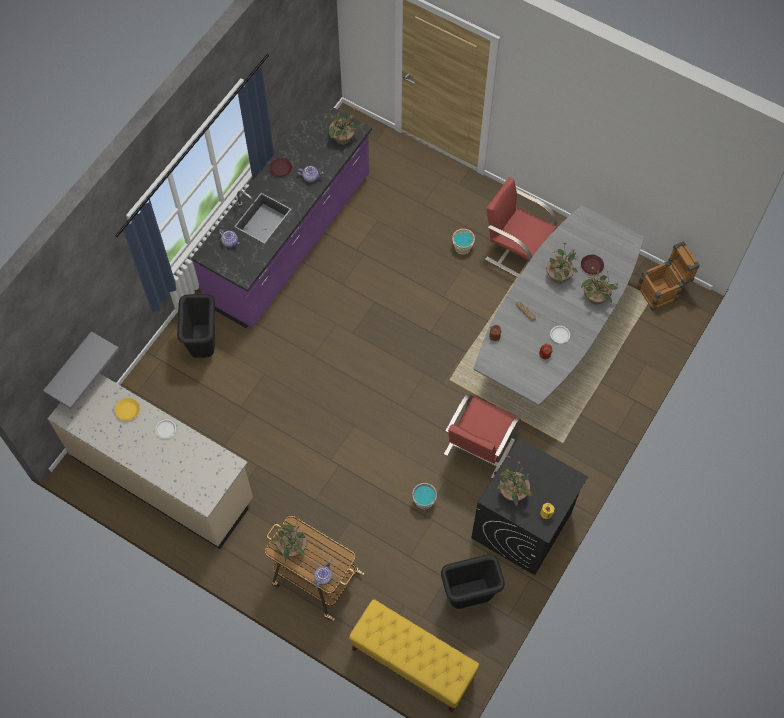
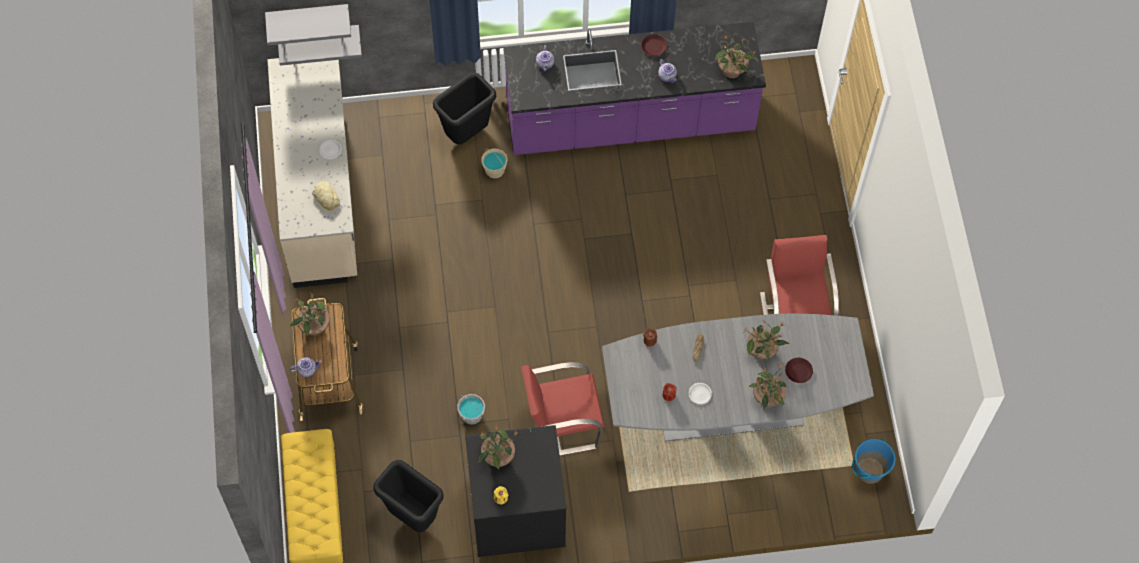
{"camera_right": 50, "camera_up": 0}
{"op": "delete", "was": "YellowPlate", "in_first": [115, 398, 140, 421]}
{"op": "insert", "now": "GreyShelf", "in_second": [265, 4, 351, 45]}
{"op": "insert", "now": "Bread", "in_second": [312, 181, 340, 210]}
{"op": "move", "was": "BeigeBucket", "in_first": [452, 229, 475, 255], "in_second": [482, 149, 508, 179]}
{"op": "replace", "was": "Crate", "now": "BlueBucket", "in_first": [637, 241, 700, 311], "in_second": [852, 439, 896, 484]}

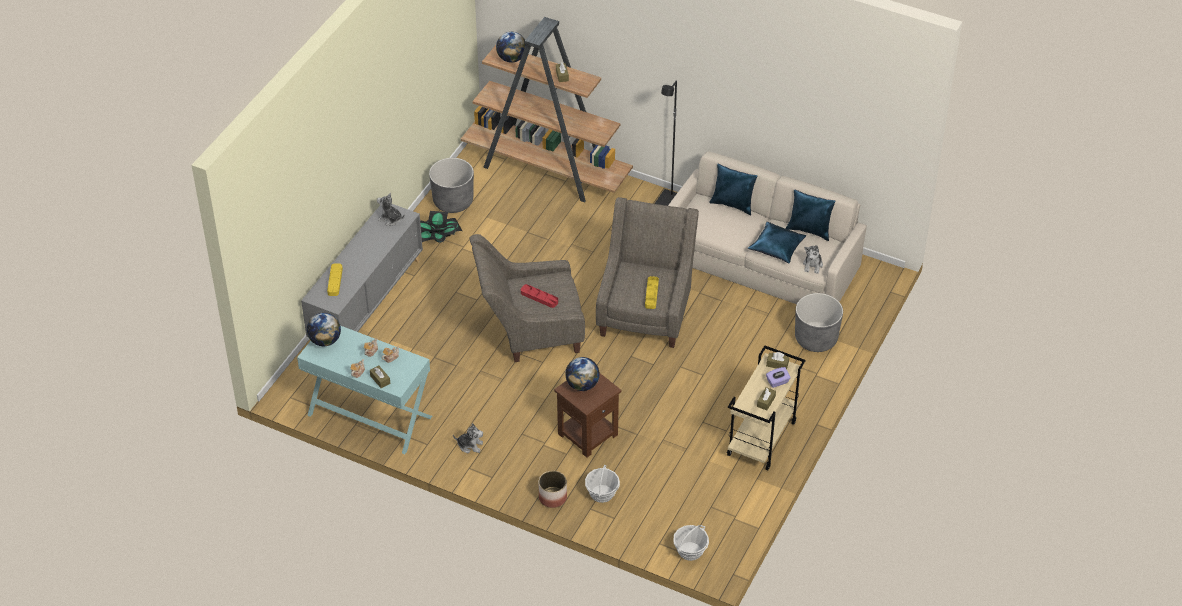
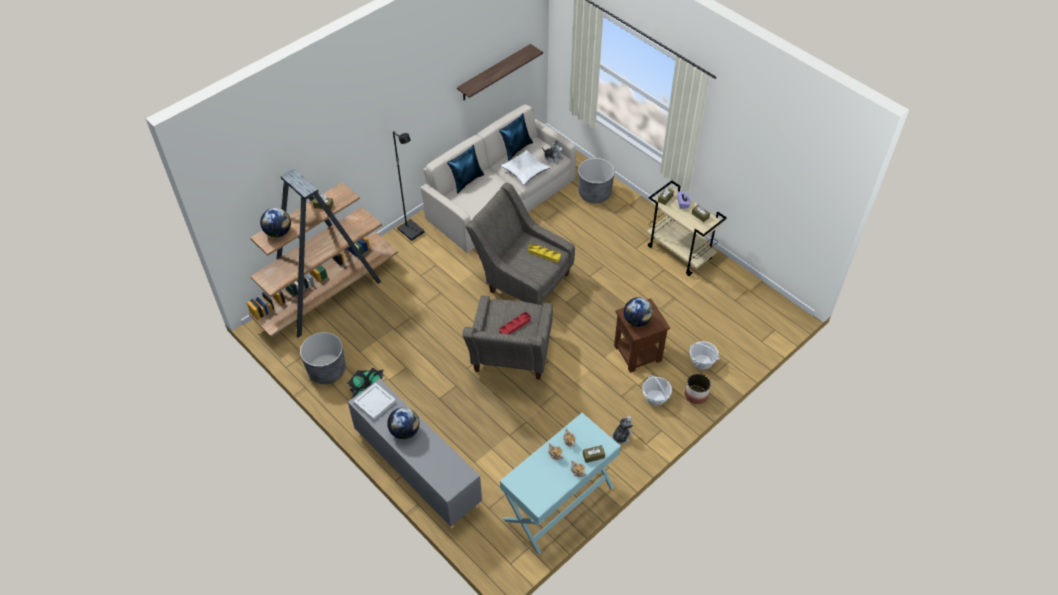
{"camera_right": -70, "camera_up": 5}
{"op": "delete", "was": "YellowTray", "in_first": [327, 263, 343, 296]}
{"op": "insert", "now": "Shelf", "in_second": [457, 44, 543, 100]}
{"op": "move", "was": "Globe", "in_first": [307, 313, 341, 346], "in_second": [387, 407, 420, 439]}
{"op": "move", "was": "Basket", "in_first": [673, 525, 709, 561], "in_second": [642, 375, 672, 406]}
{"op": "replace", "was": "PlushToy", "now": "WhiteTray", "in_first": [377, 192, 405, 226], "in_second": [353, 383, 396, 420]}
{"op": "recolor", "was": "BluePillow", "now": "WhitePillow", "in_first": [748, 222, 806, 264], "in_second": [501, 150, 551, 185]}

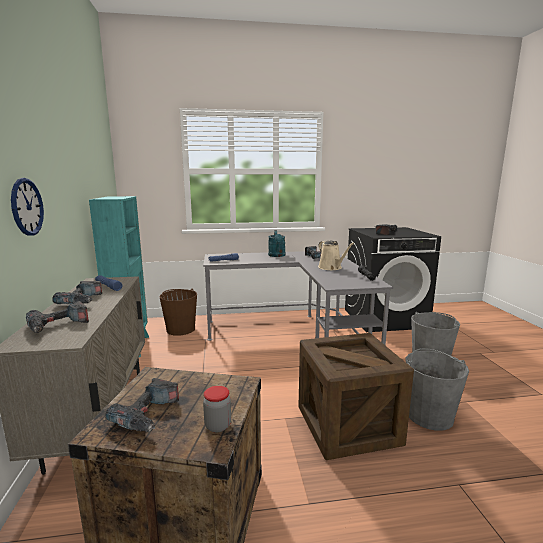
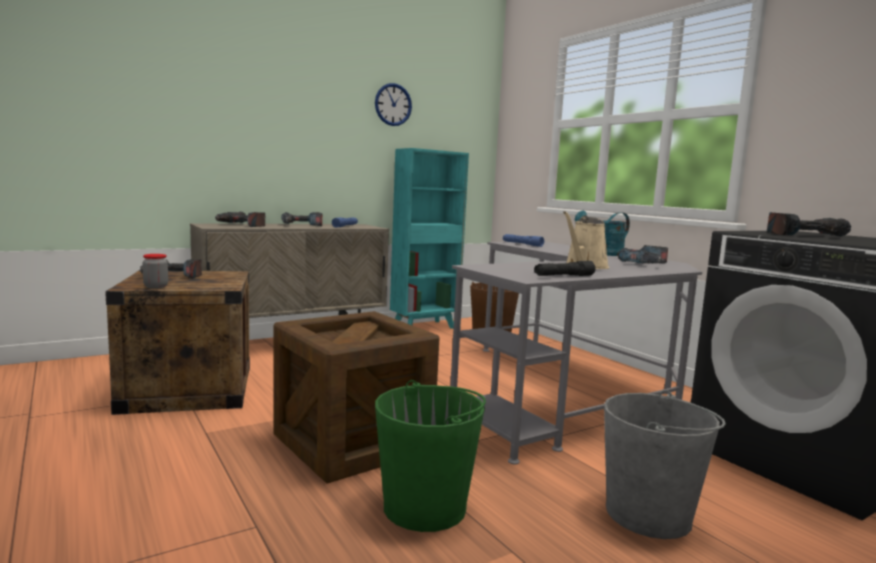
{"camera_right": 65, "camera_up": -5}
{"op": "move", "was": "WallClock", "in_first": [11, 178, 44, 236], "in_second": [375, 83, 412, 126]}
{"op": "recolor", "was": "GreyBucket", "now": "GreenBucket", "in_first": [406, 348, 469, 431], "in_second": [375, 380, 486, 532]}

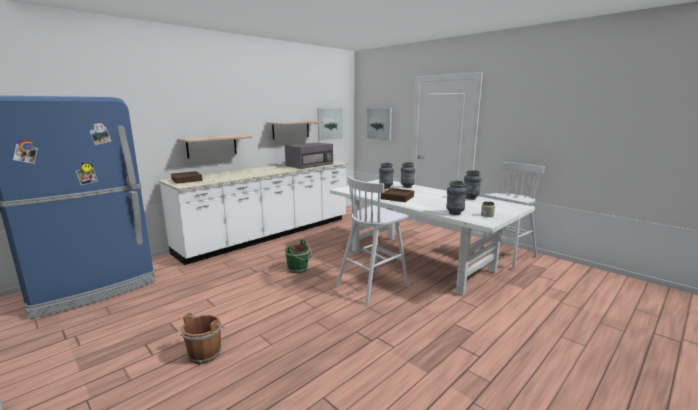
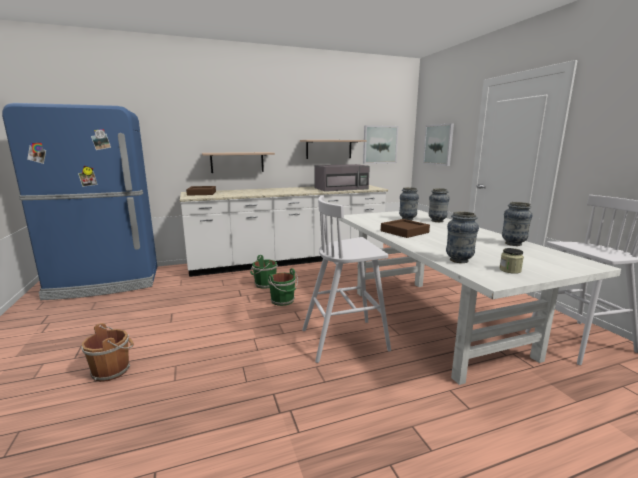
{"camera_right": 25, "camera_up": 0}
{"op": "insert", "now": "GreenBucket", "in_second": [250, 255, 278, 289]}

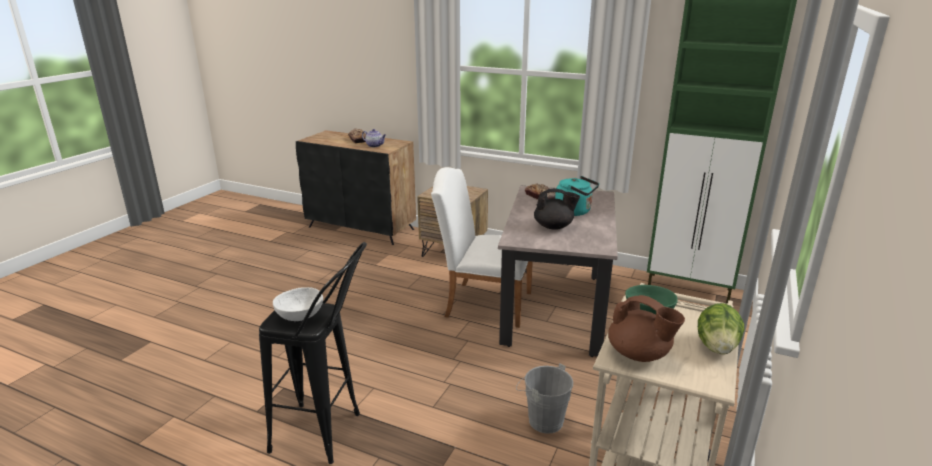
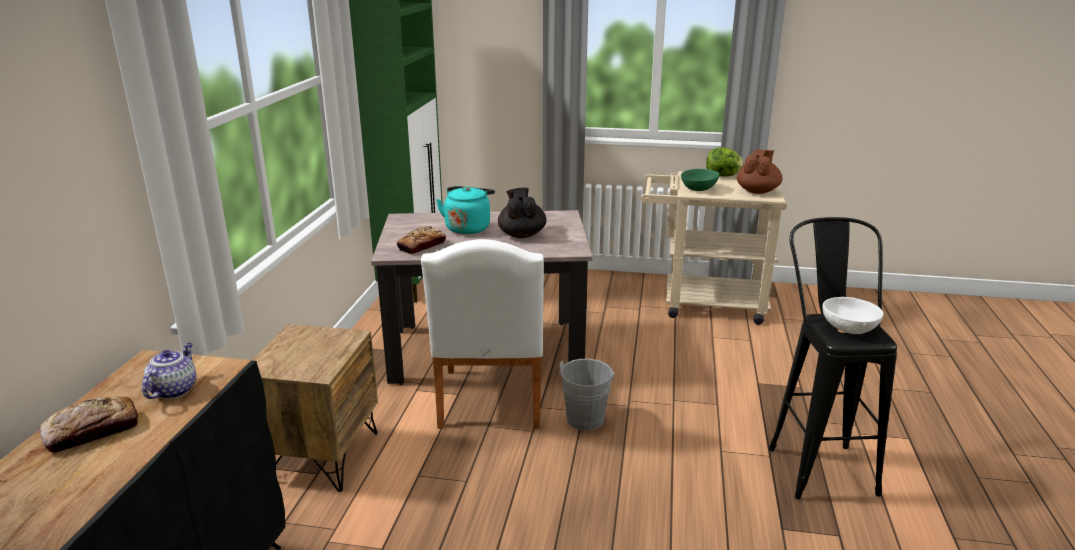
{"camera_right": -105, "camera_up": 0}
{"op": "move", "was": "GreyBucket", "in_first": [516, 363, 573, 434], "in_second": [555, 359, 615, 430]}

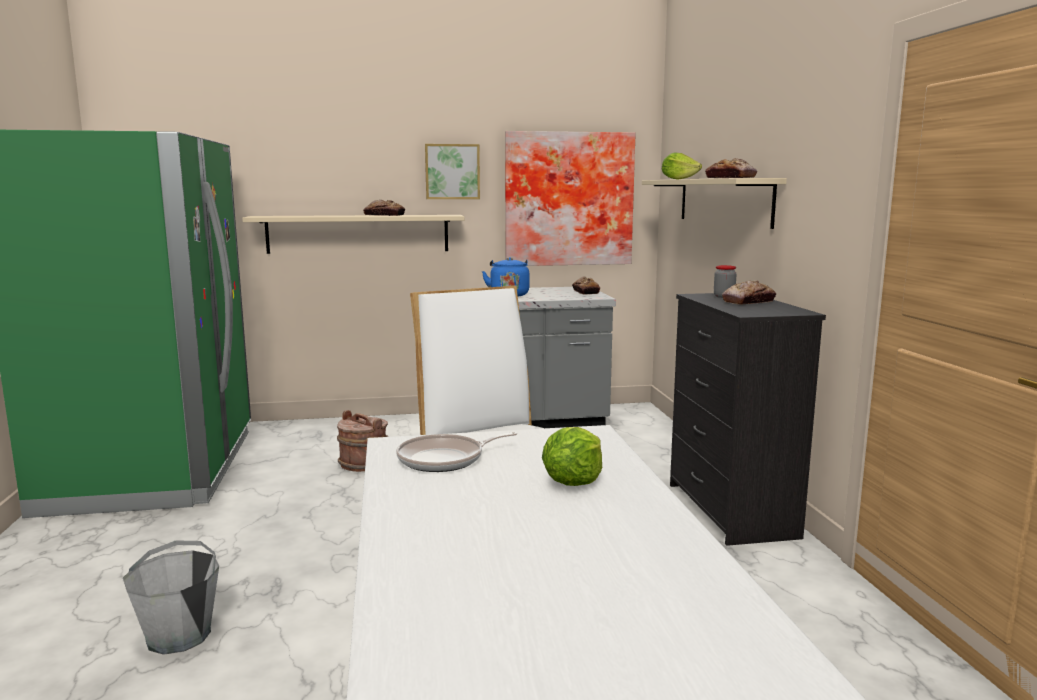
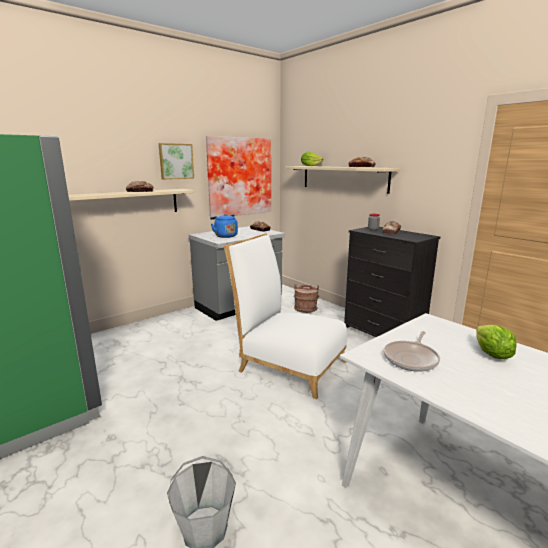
{"camera_right": -30, "camera_up": 5}
{"op": "move", "was": "BrownBucket", "in_first": [337, 410, 388, 472], "in_second": [294, 284, 319, 313]}

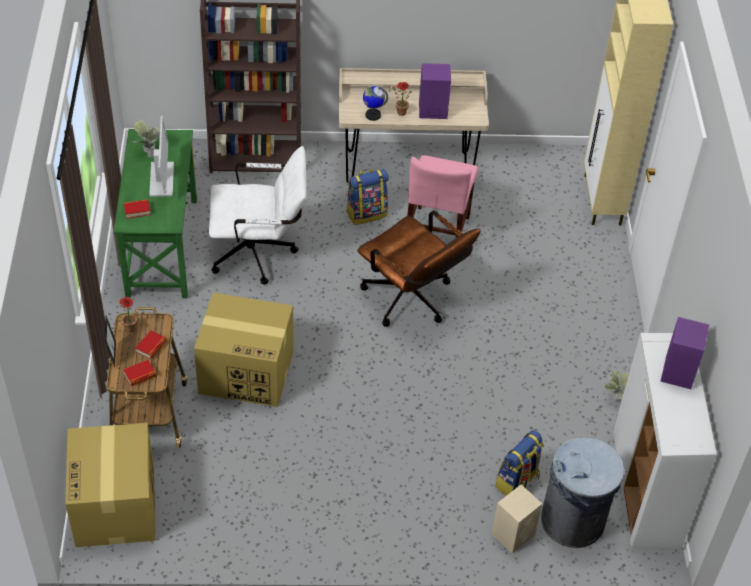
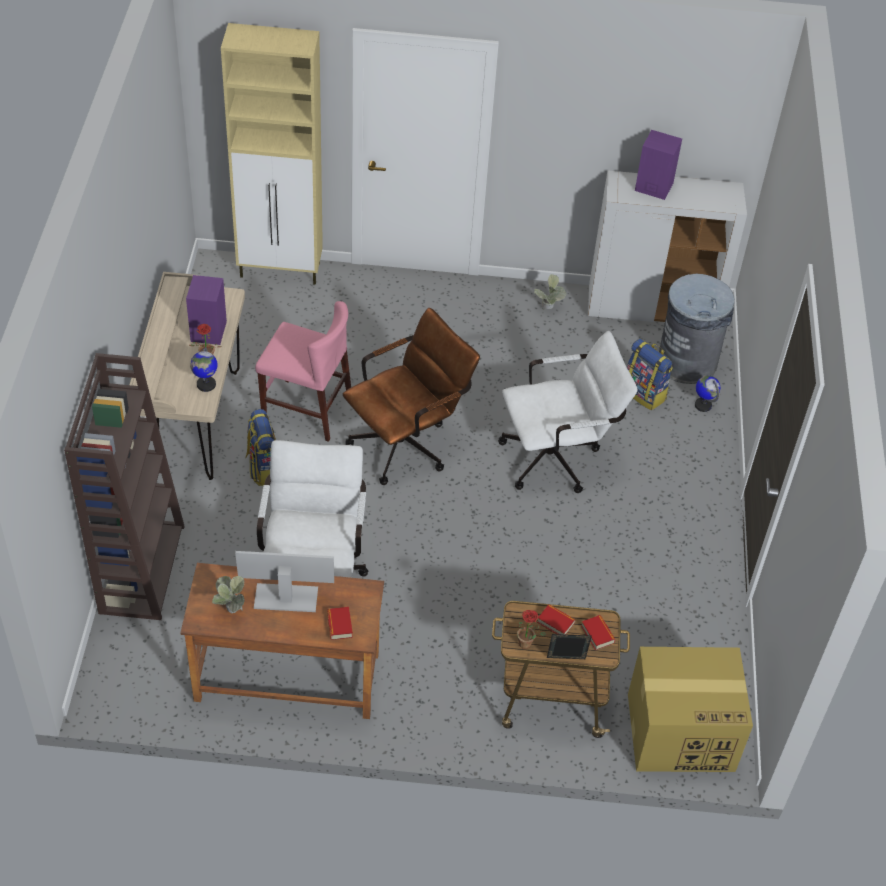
{"camera_right": -85, "camera_up": 0}
{"op": "delete", "was": "CardboardBox", "in_first": [194, 293, 294, 407]}
{"op": "insert", "now": "WhiteOfficeChair", "in_second": [498, 331, 638, 493]}
{"op": "replace", "was": "BeigeSpeaker", "now": "Globe", "in_first": [492, 485, 542, 554], "in_second": [695, 375, 720, 412]}
{"op": "recolor", "was": "GreenDesk", "now": "BrownDesk", "in_first": [113, 129, 197, 298], "in_second": [180, 563, 384, 719]}

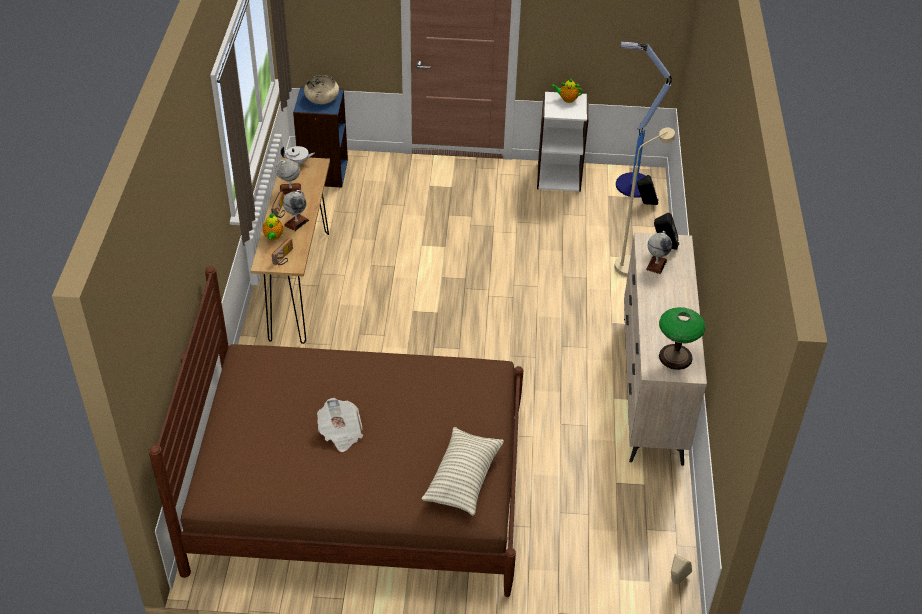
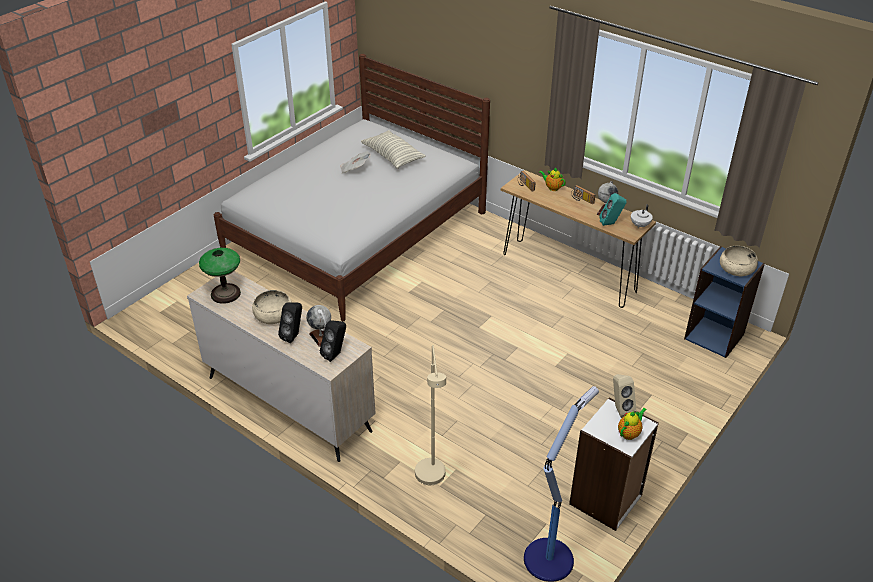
{"camera_right": 125, "camera_up": -5}
{"op": "delete", "was": "Globe", "in_first": [283, 190, 309, 231]}
{"op": "insert", "now": "BeigeBowl", "in_second": [252, 290, 292, 324]}
{"op": "insert", "now": "TurquoiseSpeaker", "in_second": [600, 193, 627, 226]}
{"op": "move", "was": "Pillow", "in_first": [422, 427, 504, 516], "in_second": [361, 130, 426, 169]}
{"op": "move", "was": "BlackSpeaker", "in_first": [637, 175, 658, 205], "in_second": [278, 303, 302, 343]}
{"op": "move", "was": "BeigeSpeaker", "in_first": [671, 554, 692, 584], "in_second": [613, 374, 636, 418]}
{"op": "recolor", "was": "BrownBed", "now": "WhiteBed", "in_first": [148, 266, 523, 597], "in_second": [214, 54, 490, 321]}

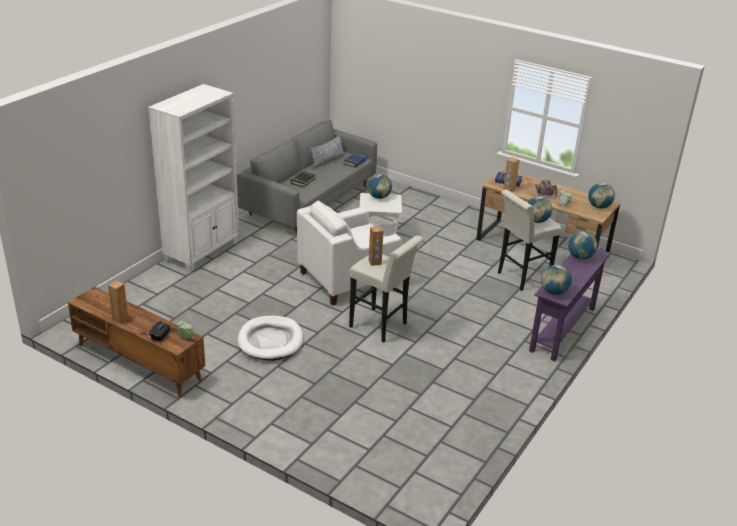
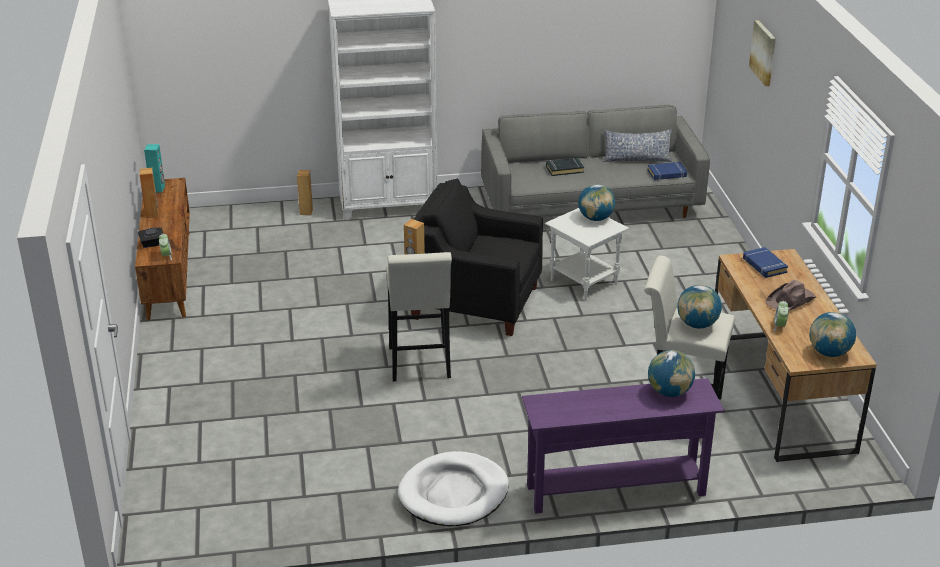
{"camera_right": 50, "camera_up": 0}
{"op": "delete", "was": "Globe", "in_first": [541, 265, 572, 295]}
{"op": "insert", "now": "TurquoiseSpeaker", "in_second": [144, 144, 165, 193]}
{"op": "insert", "now": "Picture", "in_second": [749, 20, 776, 86]}
{"op": "move", "was": "WhiteDogBed", "in_first": [238, 316, 303, 361], "in_second": [398, 451, 509, 526]}
{"op": "move", "was": "BrownSpeaker", "in_first": [503, 157, 520, 192], "in_second": [297, 170, 313, 215]}
{"op": "recolor", "was": "WhiteArmchair", "now": "BlackArmchair", "in_first": [297, 201, 402, 306], "in_second": [411, 179, 543, 336]}

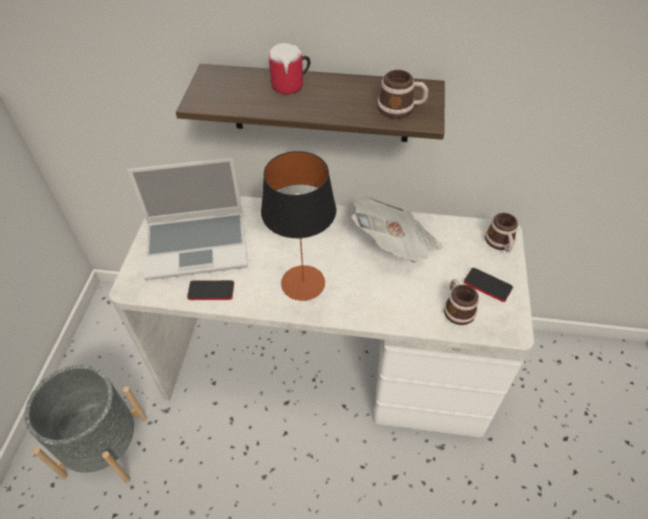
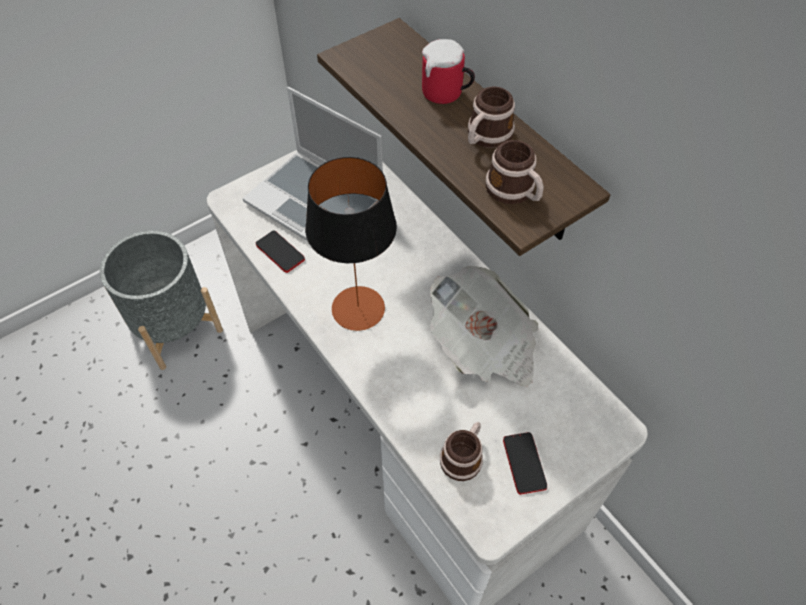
{"camera_right": 45, "camera_up": 5}
{"op": "move", "was": "Mug", "in_first": [485, 213, 518, 252], "in_second": [468, 86, 515, 148]}

